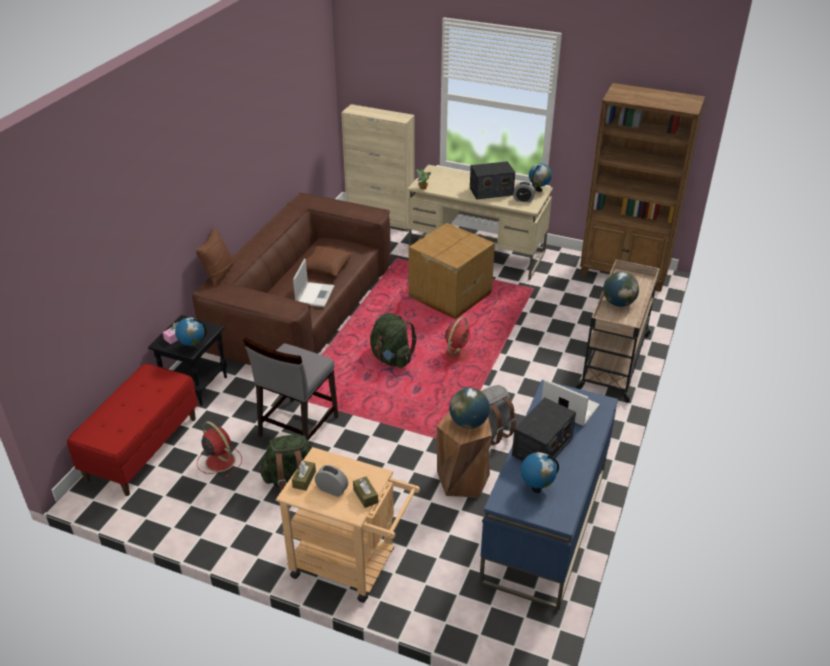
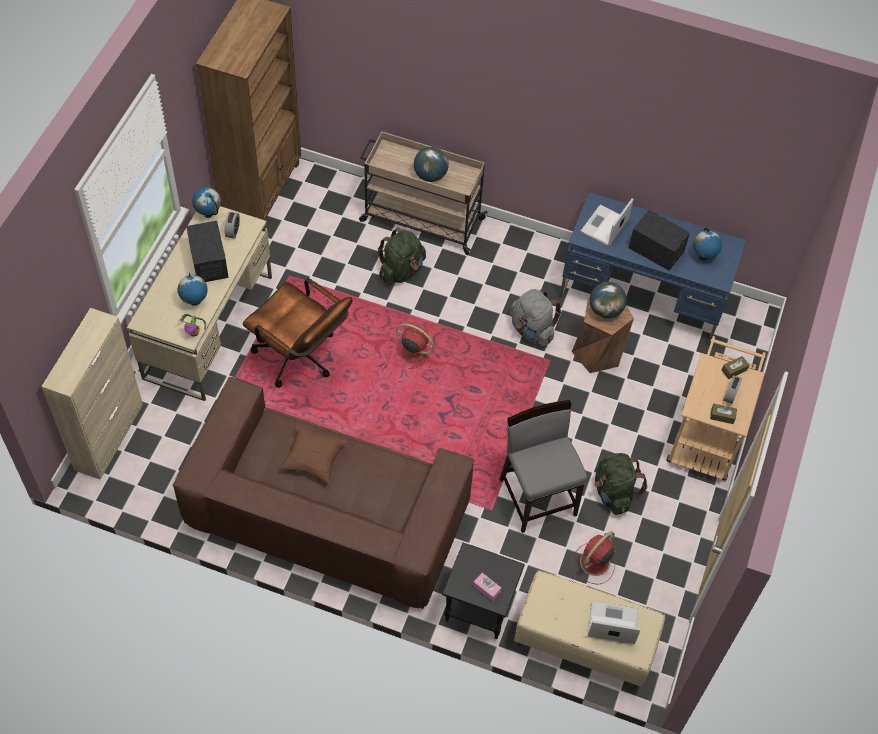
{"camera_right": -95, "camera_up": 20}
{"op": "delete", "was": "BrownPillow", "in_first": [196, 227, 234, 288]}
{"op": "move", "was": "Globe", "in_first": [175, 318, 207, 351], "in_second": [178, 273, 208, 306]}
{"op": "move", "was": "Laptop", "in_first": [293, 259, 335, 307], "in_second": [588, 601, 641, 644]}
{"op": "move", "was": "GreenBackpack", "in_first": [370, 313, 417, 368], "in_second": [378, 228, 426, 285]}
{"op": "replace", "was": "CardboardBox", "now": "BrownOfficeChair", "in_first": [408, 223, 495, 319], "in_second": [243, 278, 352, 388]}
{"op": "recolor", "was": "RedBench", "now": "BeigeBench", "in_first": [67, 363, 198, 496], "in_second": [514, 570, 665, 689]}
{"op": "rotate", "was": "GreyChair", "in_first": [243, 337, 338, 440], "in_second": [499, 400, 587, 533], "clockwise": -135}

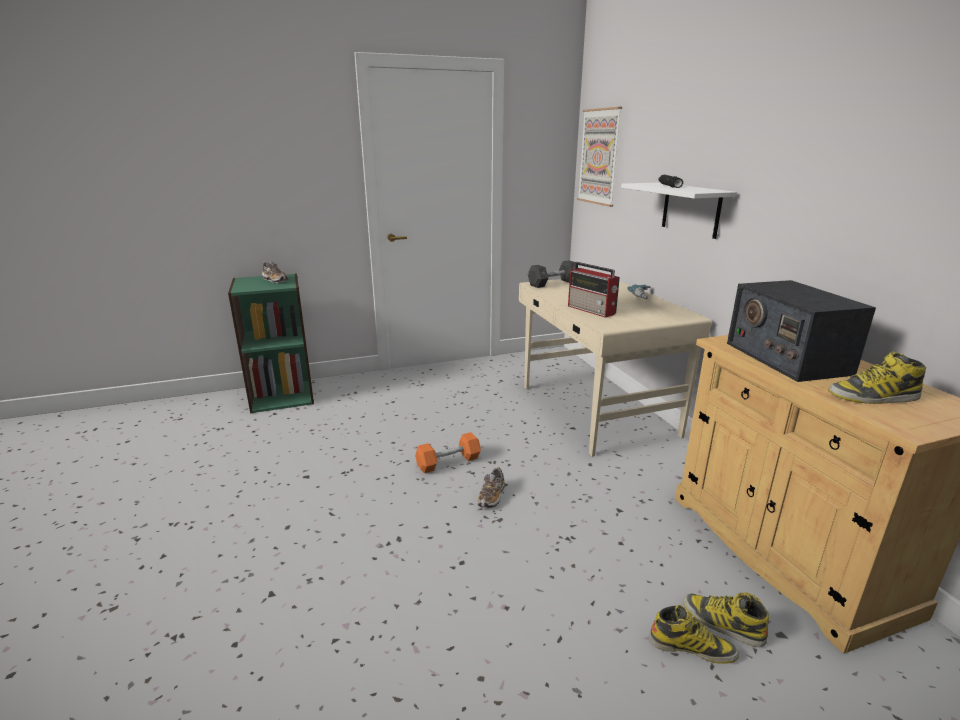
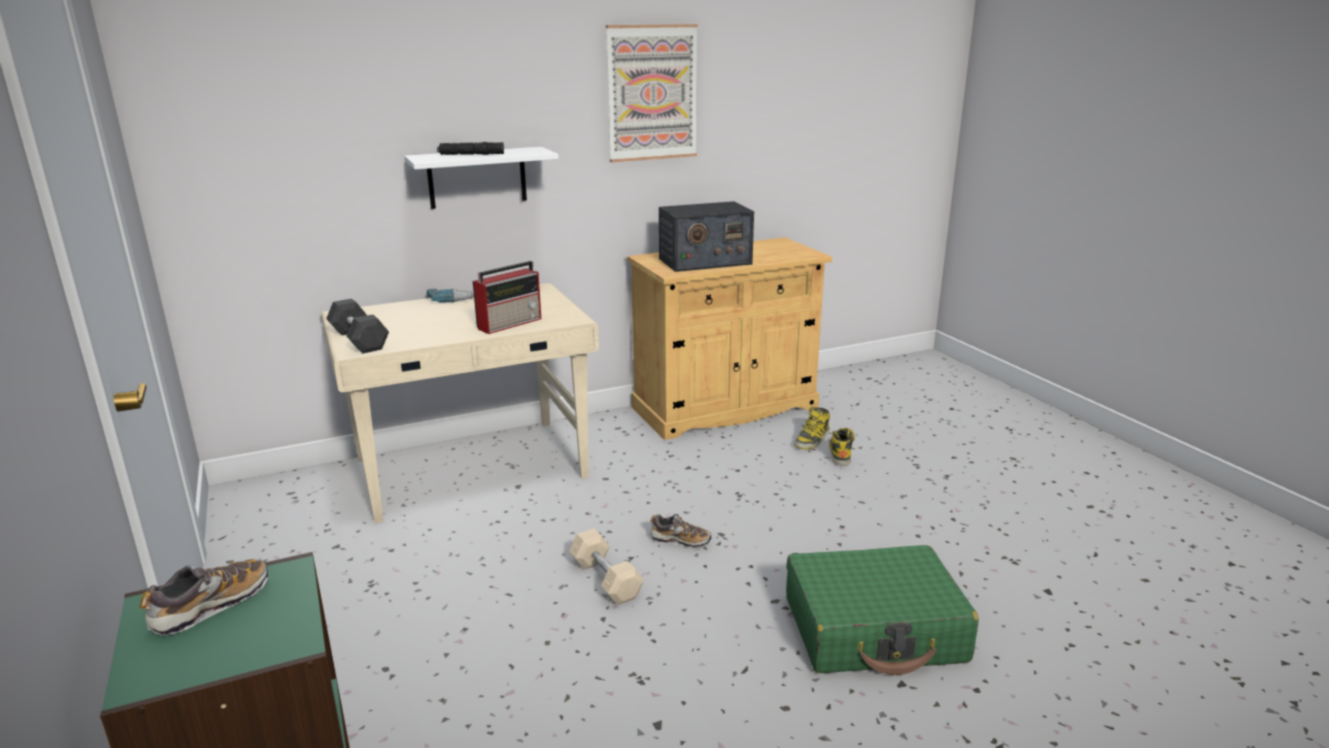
{"camera_right": -95, "camera_up": 0}
{"op": "delete", "was": "Boot", "in_first": [828, 352, 926, 404]}
{"op": "insert", "now": "GreenSuitcase", "in_second": [786, 545, 979, 675]}
{"op": "move", "was": "Picture", "in_first": [577, 107, 622, 207], "in_second": [606, 24, 698, 162]}
{"op": "recolor", "was": "OrangeDumbbell", "now": "BeigeDumbbell", "in_first": [415, 432, 481, 473], "in_second": [569, 528, 644, 605]}

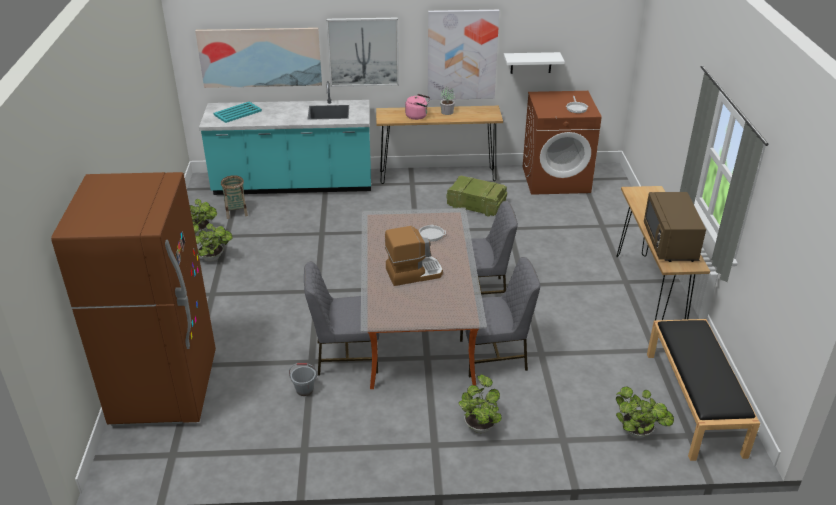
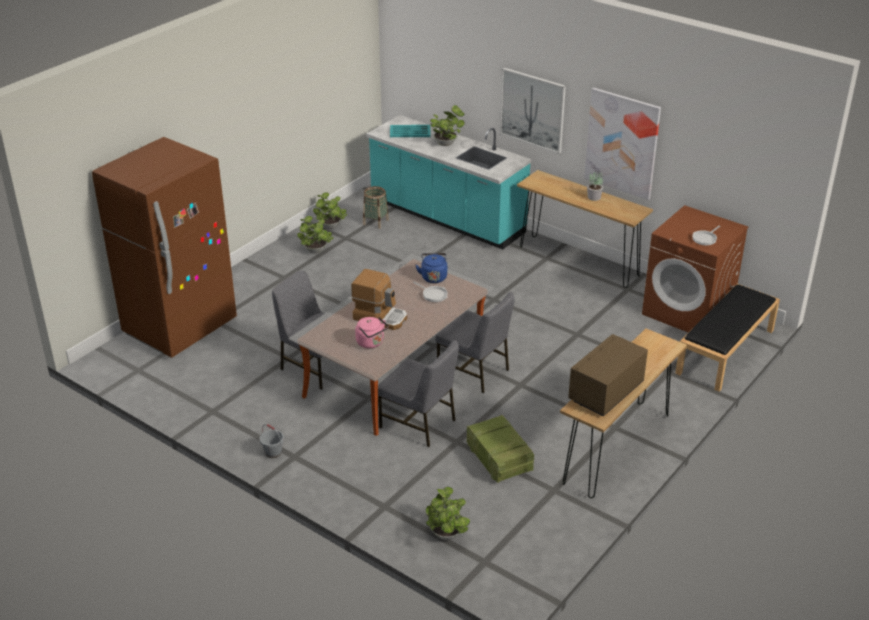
{"camera_right": 40, "camera_up": 0}
{"op": "delete", "was": "Picture", "in_first": [195, 28, 322, 88]}
{"op": "delete", "was": "WhiteShelf", "in_first": [504, 52, 565, 74]}
{"op": "insert", "now": "BlueKettle", "in_second": [416, 253, 447, 283]}
{"op": "move", "was": "GreyBucket", "in_first": [289, 363, 317, 396], "in_second": [260, 424, 284, 458]}
{"op": "move", "was": "PinkKettle", "in_first": [405, 94, 430, 120], "in_second": [355, 317, 389, 348]}
{"op": "move", "was": "Crate", "in_first": [446, 176, 507, 216], "in_second": [467, 415, 534, 483]}
{"op": "move", "was": "PottedPlant", "in_first": [459, 374, 502, 433], "in_second": [430, 105, 465, 146]}
{"op": "move", "was": "BlackBench", "in_first": [647, 319, 760, 461], "in_second": [675, 284, 780, 392]}

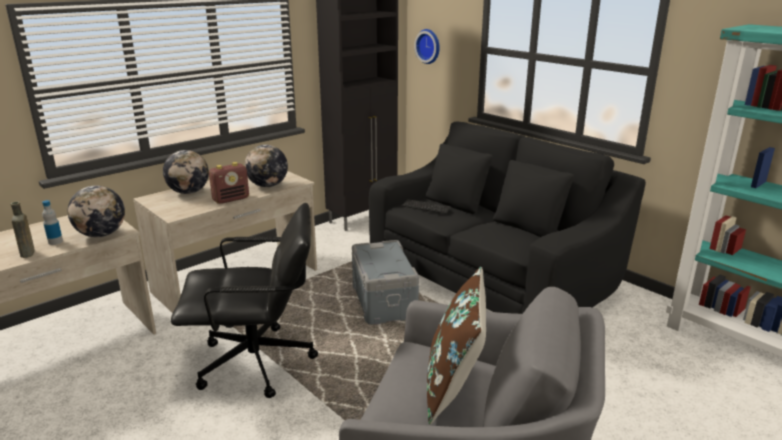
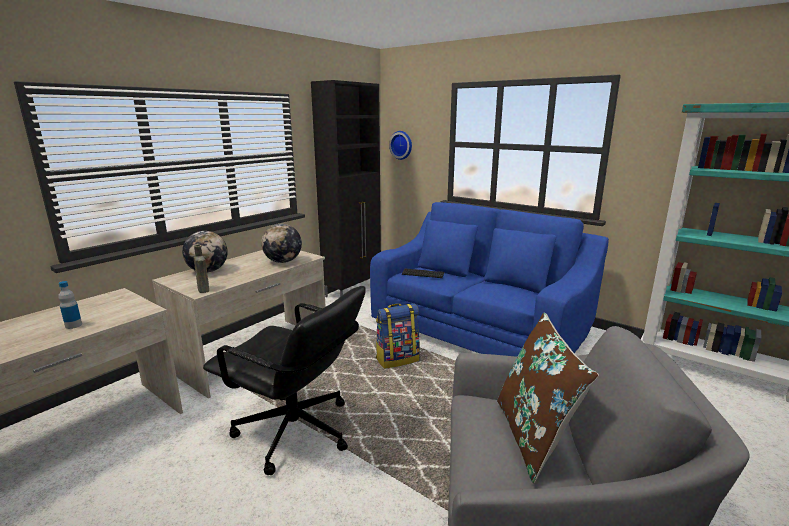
{"camera_right": -10, "camera_up": -5}
{"op": "delete", "was": "Globe", "in_first": [68, 185, 125, 237]}
{"op": "delete", "was": "Radio", "in_first": [209, 162, 249, 204]}
{"op": "move", "was": "BrownBottle", "in_first": [10, 202, 35, 258], "in_second": [194, 245, 209, 293]}
{"op": "replace", "was": "GreyStorageBox", "now": "Backpack", "in_first": [352, 240, 419, 325], "in_second": [376, 303, 420, 369]}
{"op": "recolor", "was": "BlackSofa", "now": "BlueSofa", "in_first": [369, 121, 646, 314], "in_second": [370, 202, 609, 356]}
{"op": "rotate", "was": "BlackOfficeChair", "in_first": [171, 203, 318, 398], "in_second": [203, 286, 366, 475], "clockwise": 45}

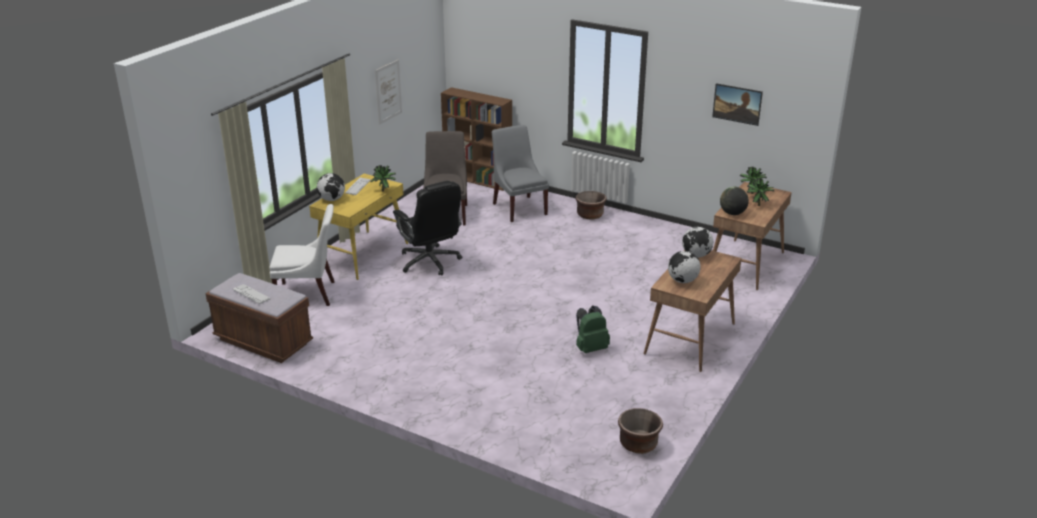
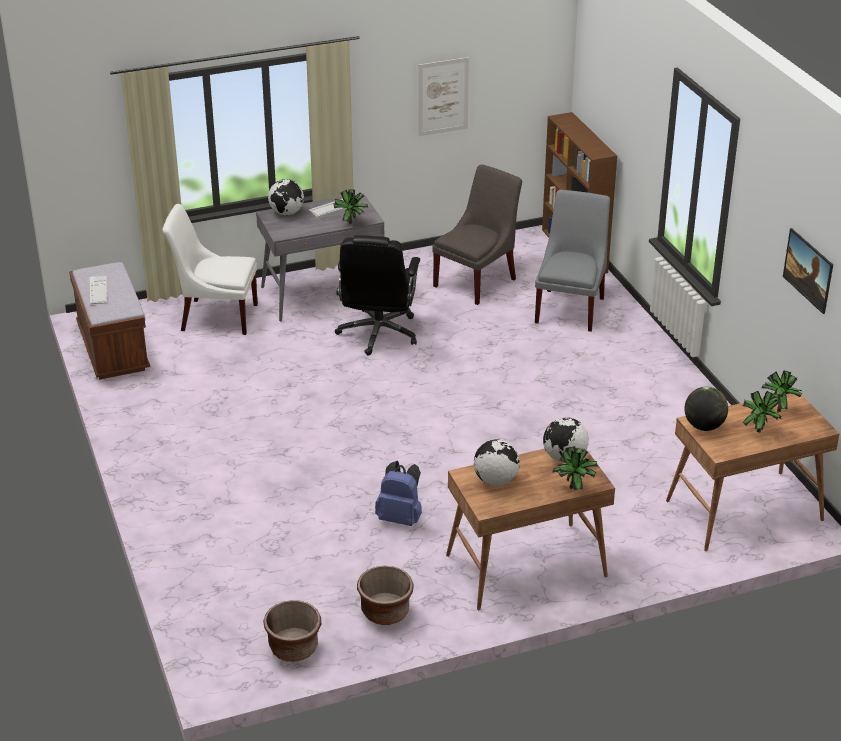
{"camera_right": 40, "camera_up": 5}
{"op": "insert", "now": "PottedPlant", "in_second": [552, 446, 598, 490]}
{"op": "move", "was": "BrownPlanter", "in_first": [576, 191, 607, 220], "in_second": [357, 566, 414, 625]}
{"op": "recolor", "was": "YellowDesk", "now": "GreyDesk", "in_first": [309, 174, 408, 280], "in_second": [256, 193, 385, 321]}
{"op": "recolor", "was": "GreenBackpack", "now": "BlueBackpack", "in_first": [576, 306, 610, 353], "in_second": [375, 461, 422, 526]}
{"op": "rotate", "was": "WhiteChair", "in_first": [269, 204, 335, 306], "in_second": [162, 204, 258, 335], "clockwise": 150}

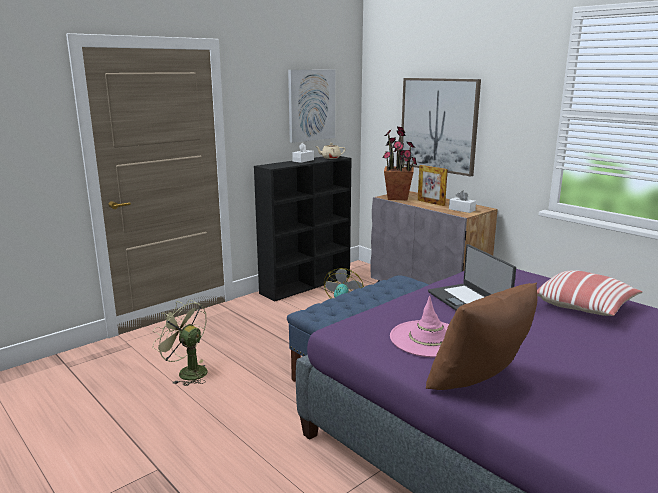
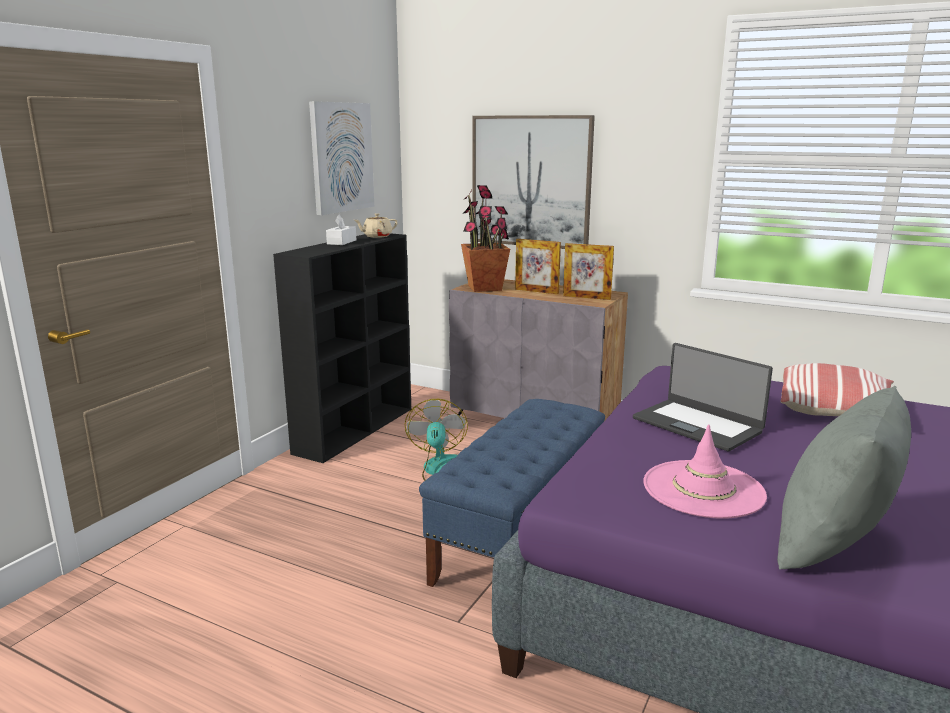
{"camera_right": -20, "camera_up": 0}
{"op": "delete", "was": "GreenFan", "in_first": [152, 300, 208, 386]}
{"op": "replace", "was": "WhiteTissueBox", "now": "PictureFrame", "in_first": [449, 191, 476, 213], "in_second": [563, 243, 614, 300]}
{"op": "recolor", "was": "BrownPillow", "now": "GreyPillow", "in_first": [426, 283, 537, 390], "in_second": [777, 386, 911, 570]}

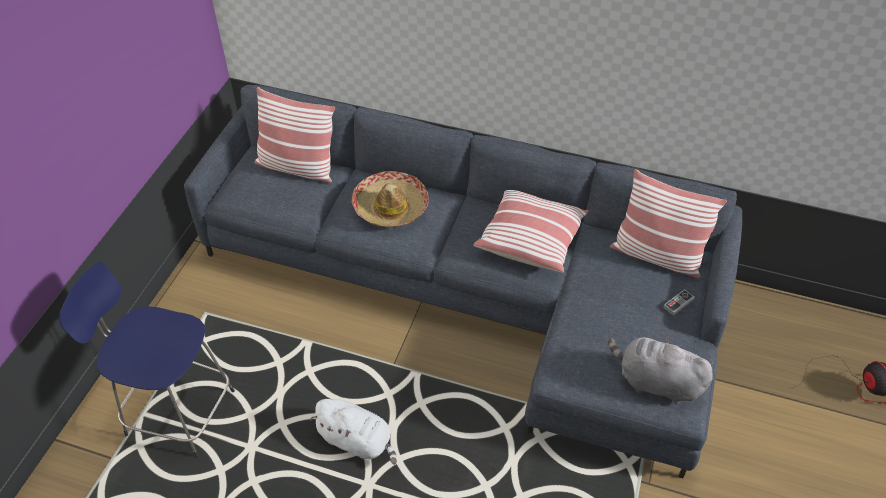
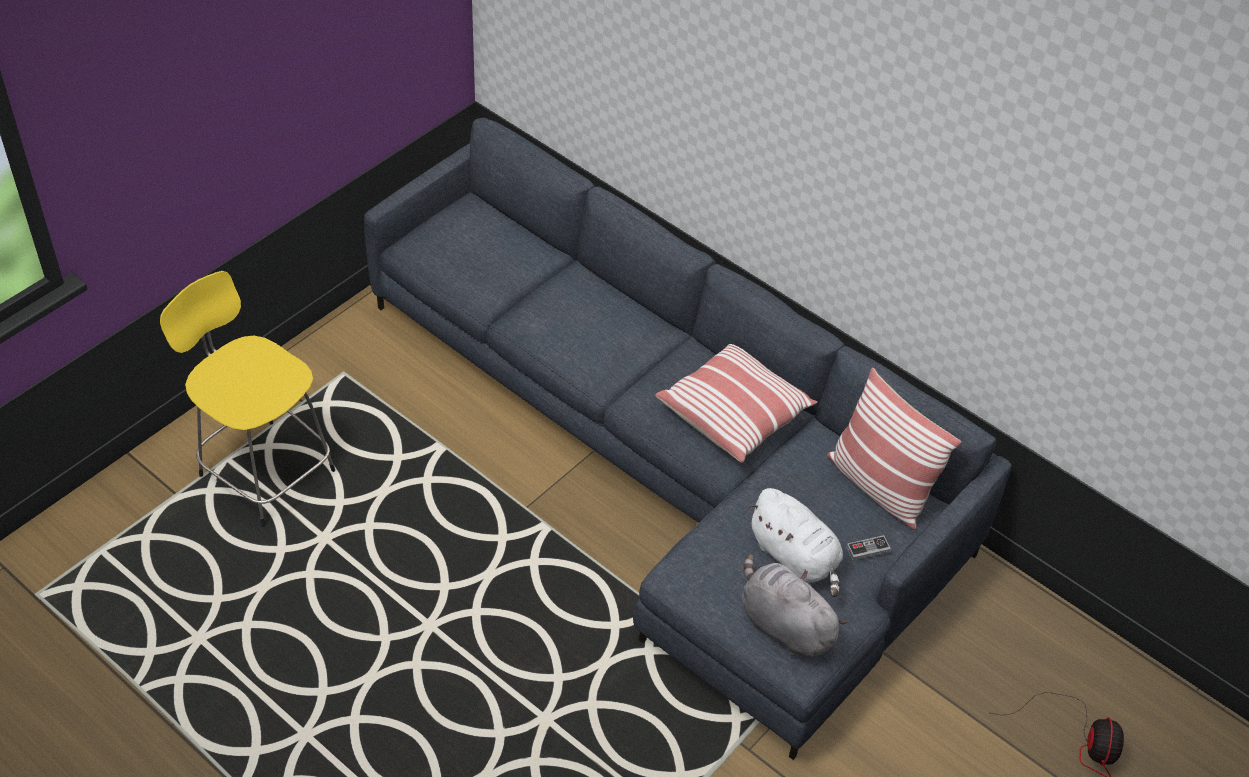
{"camera_right": 20, "camera_up": 0}
{"op": "delete", "was": "Pillow", "in_first": [254, 87, 335, 183]}
{"op": "delete", "was": "Hat", "in_first": [352, 171, 429, 227]}
{"op": "move", "was": "WhitePlushToy", "in_first": [310, 399, 397, 465], "in_second": [748, 488, 843, 597]}
{"op": "recolor", "was": "BlueStool", "now": "YellowStool", "in_first": [59, 262, 235, 458], "in_second": [160, 271, 335, 527]}

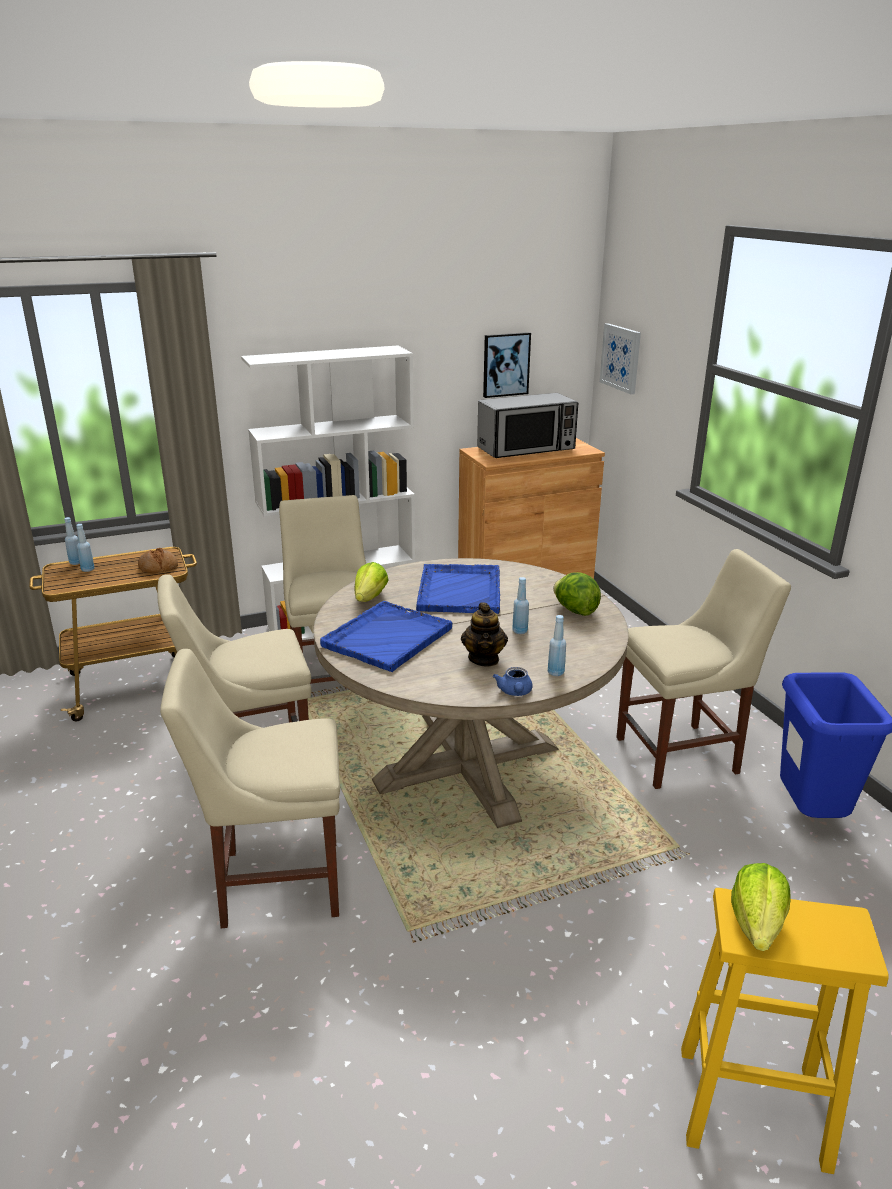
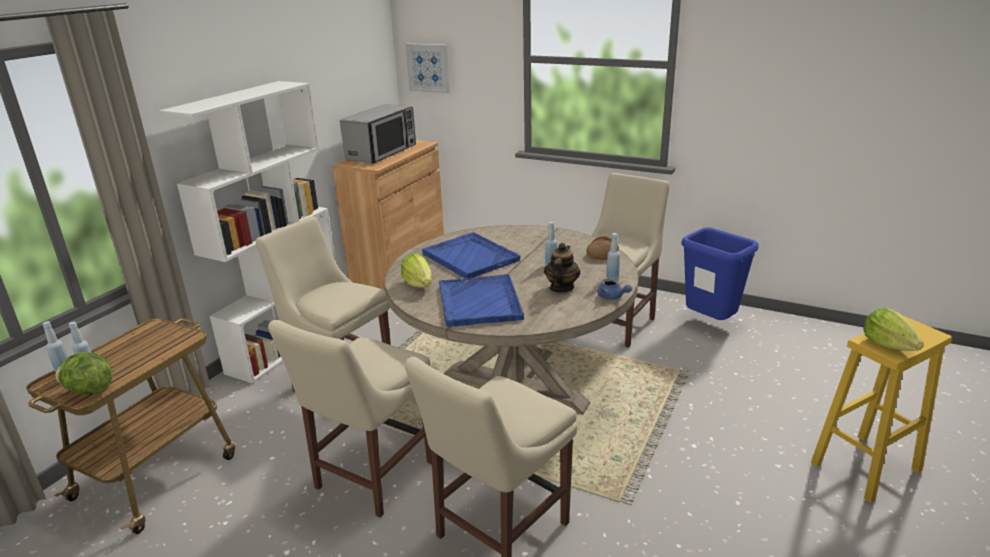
{"camera_right": -40, "camera_up": 0}
{"op": "delete", "was": "Picture", "in_first": [483, 332, 531, 398]}
{"op": "move", "was": "Bread", "in_first": [138, 548, 178, 573], "in_second": [586, 236, 619, 260]}
{"op": "move", "was": "Lettuce", "in_first": [553, 572, 601, 616], "in_second": [55, 352, 113, 394]}
{"op": "rotate", "was": "Teapot", "in_first": [461, 602, 508, 666], "in_second": [544, 243, 581, 293], "clockwise": -120}

